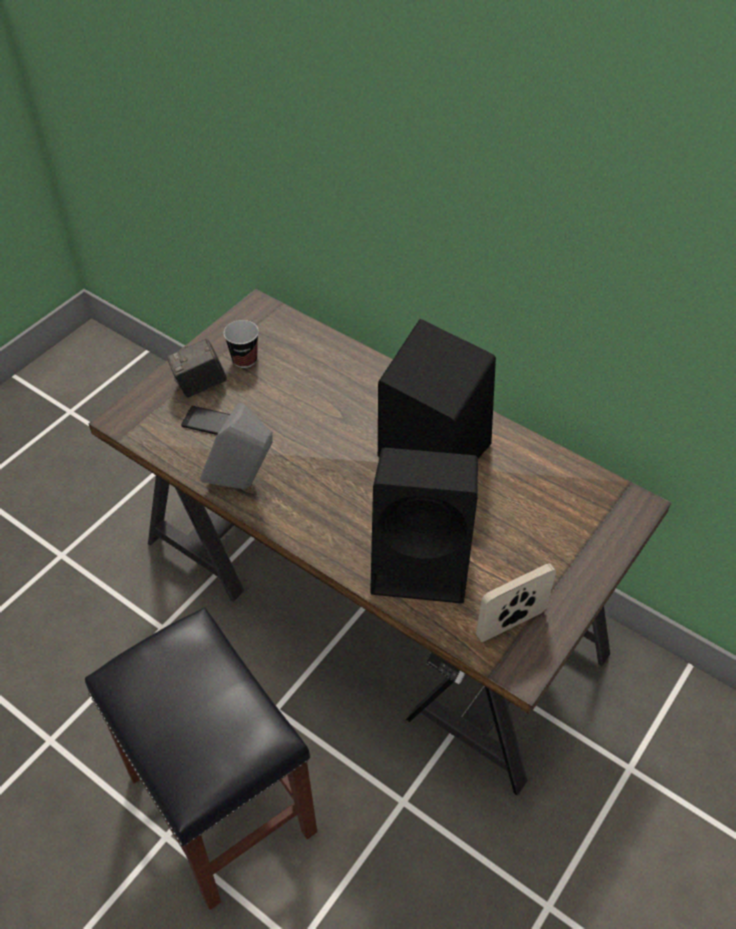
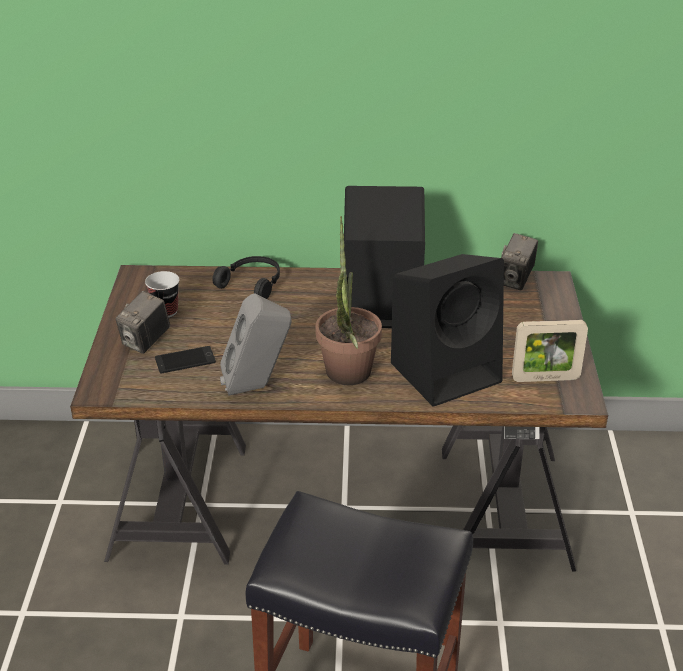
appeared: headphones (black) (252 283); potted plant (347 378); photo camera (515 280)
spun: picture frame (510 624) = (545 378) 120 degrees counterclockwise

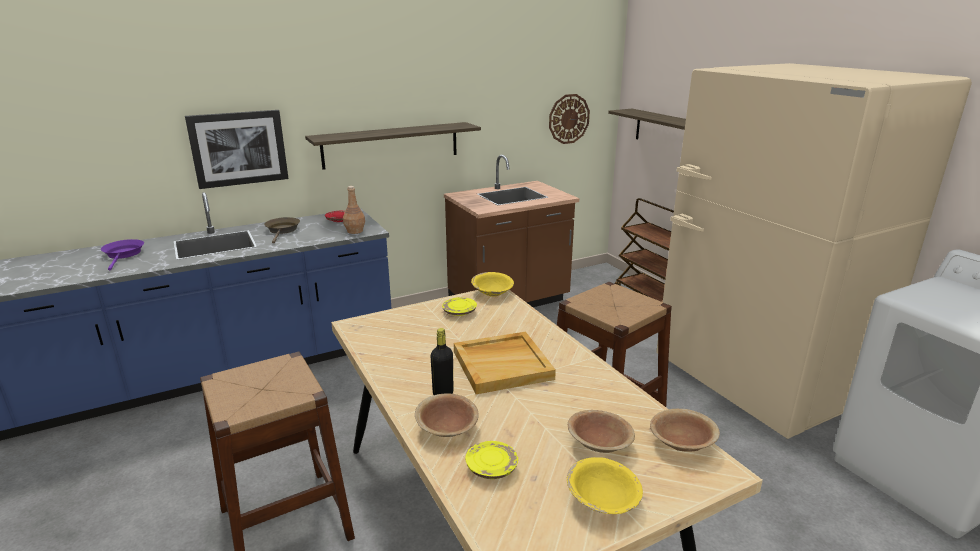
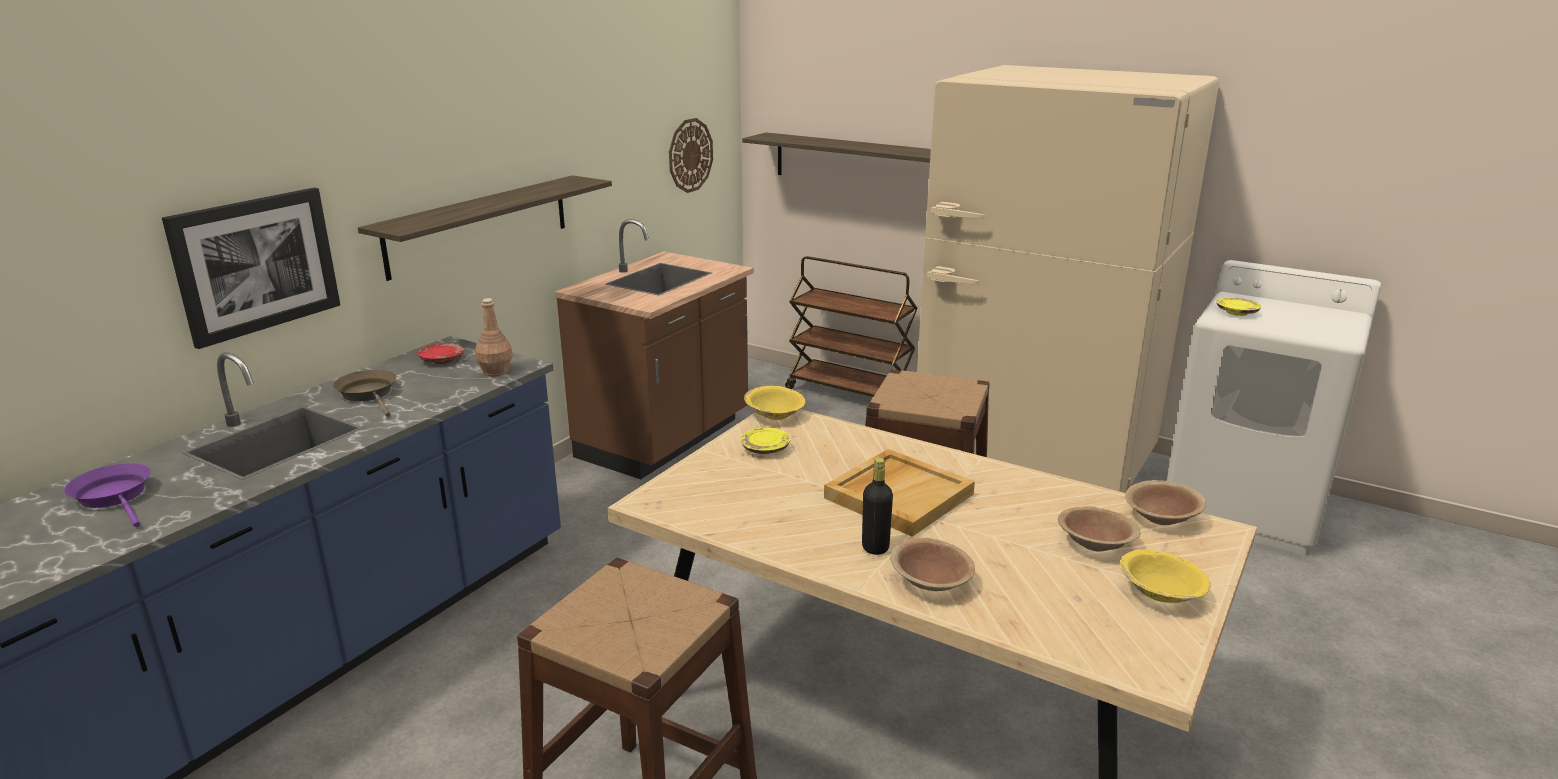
relocated: plate (yellow) (491 467) to (1236 312)

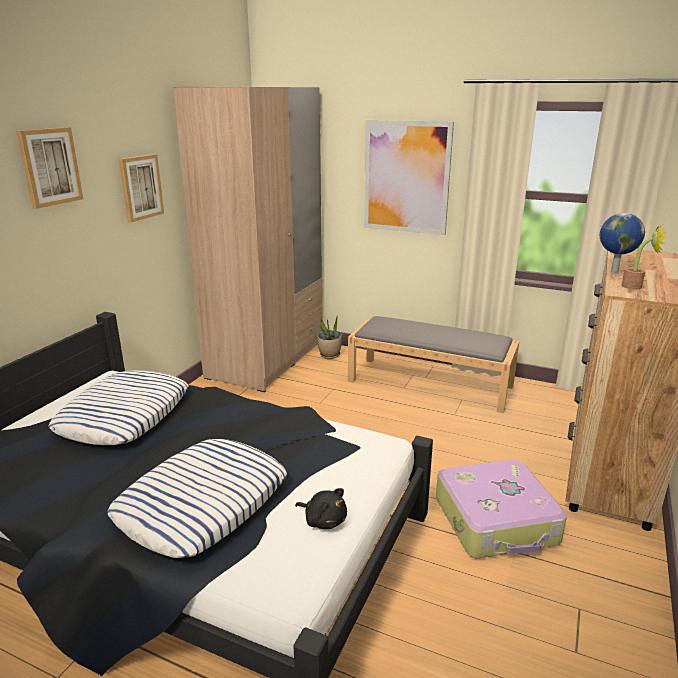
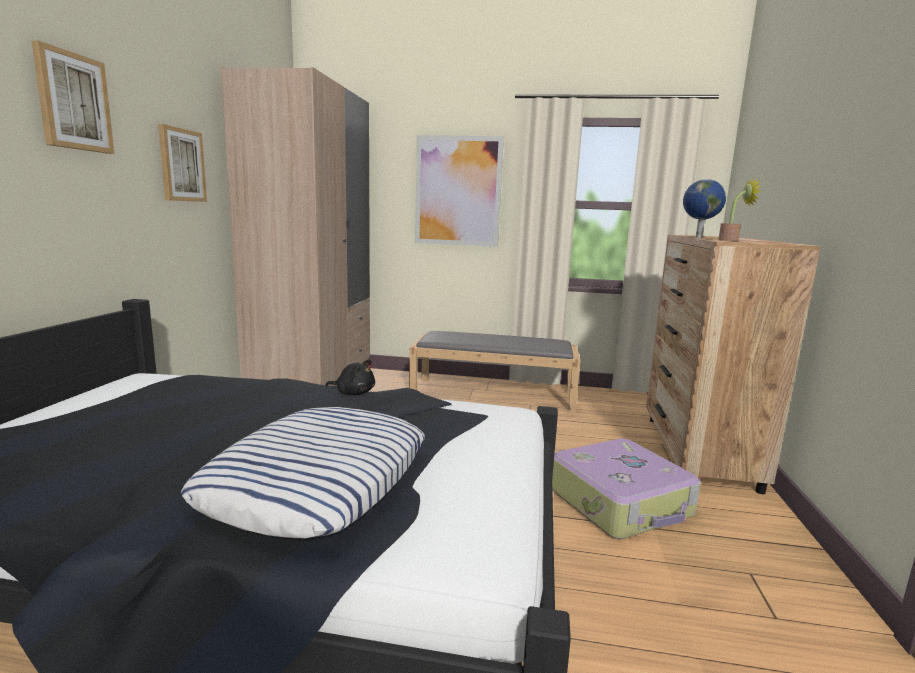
missing: pillow (124 415); potted plant (329 355)
relocated: plush toy (black) (324 520) to (353 393)

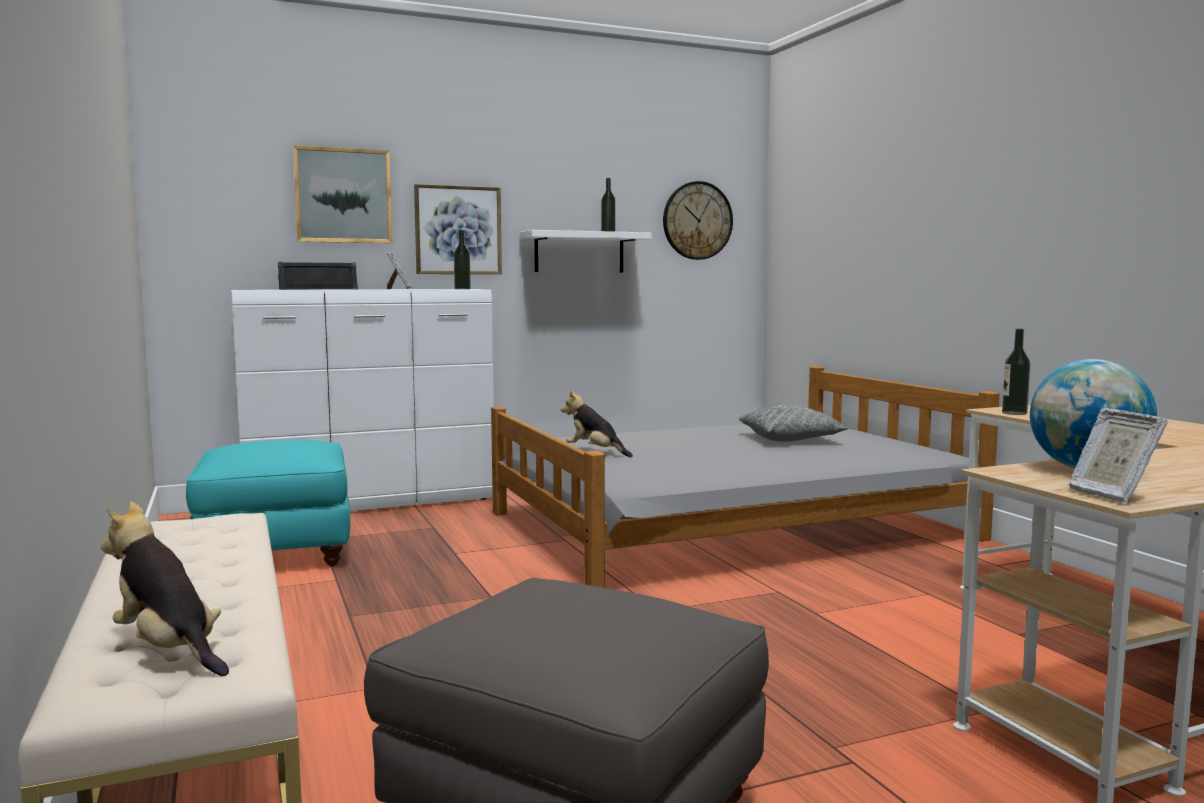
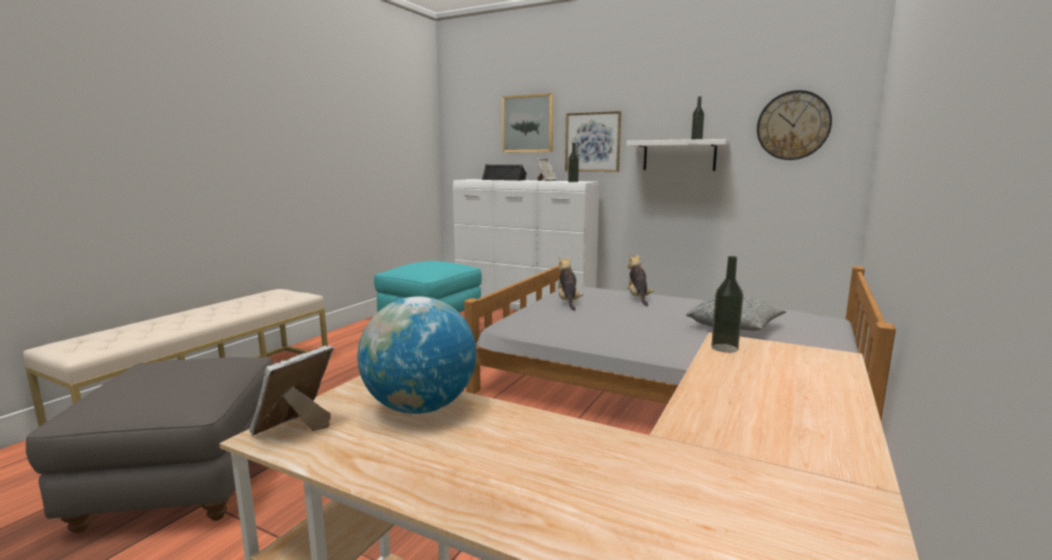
relocated: plush toy (169 650) to (638 298)

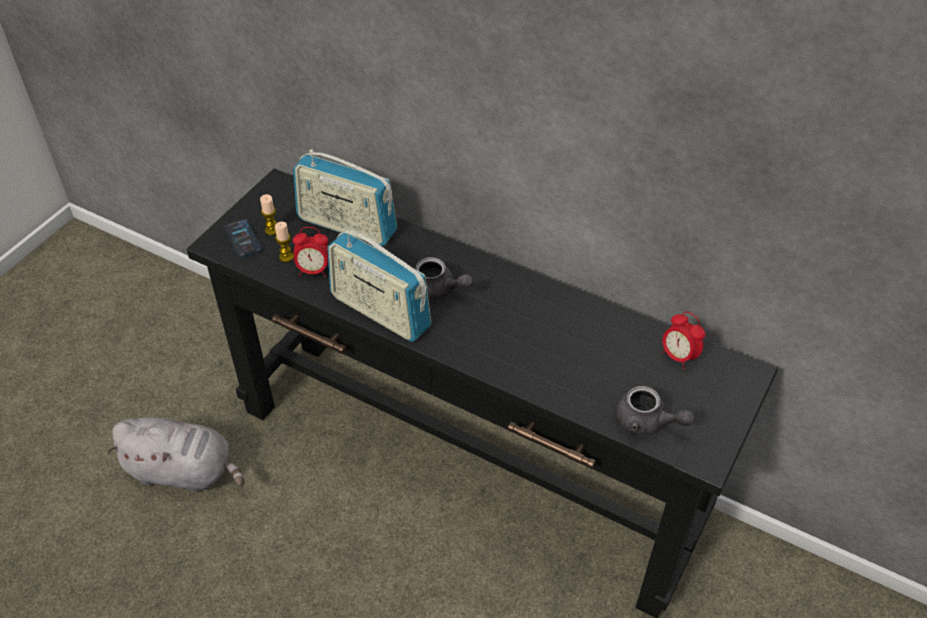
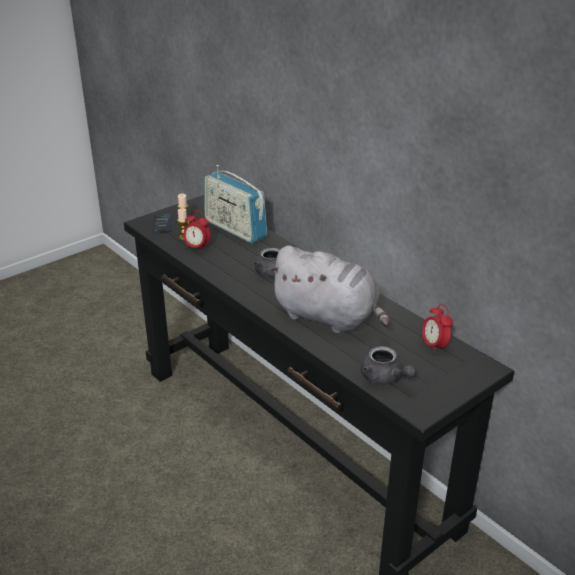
missing: radio (380 312)
relocated: plush toy (grey) (184 471) to (329 318)

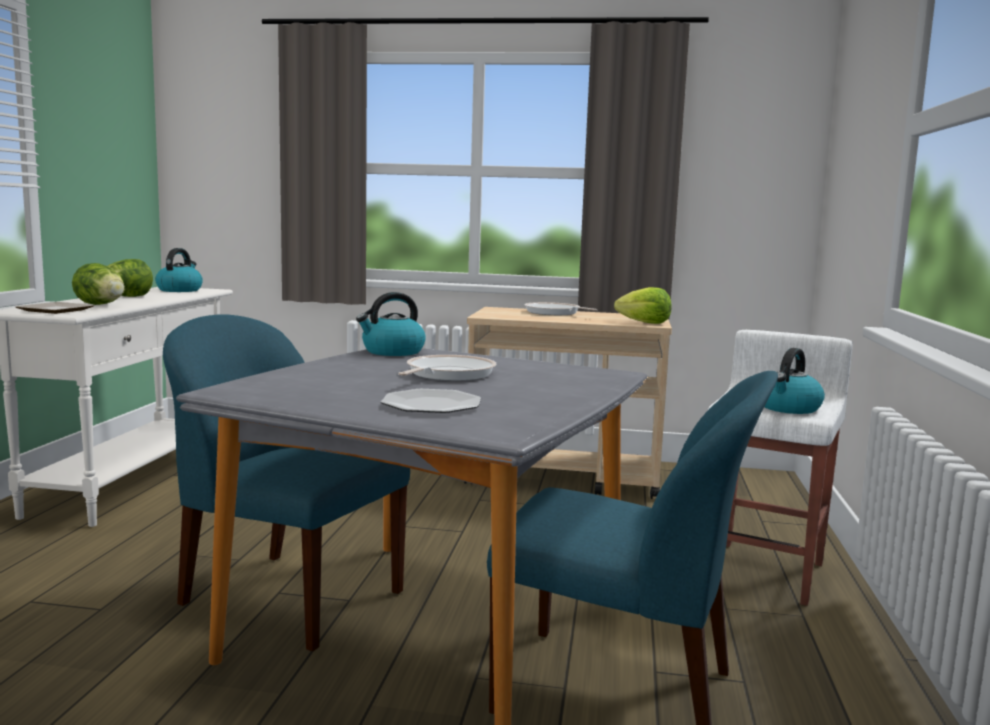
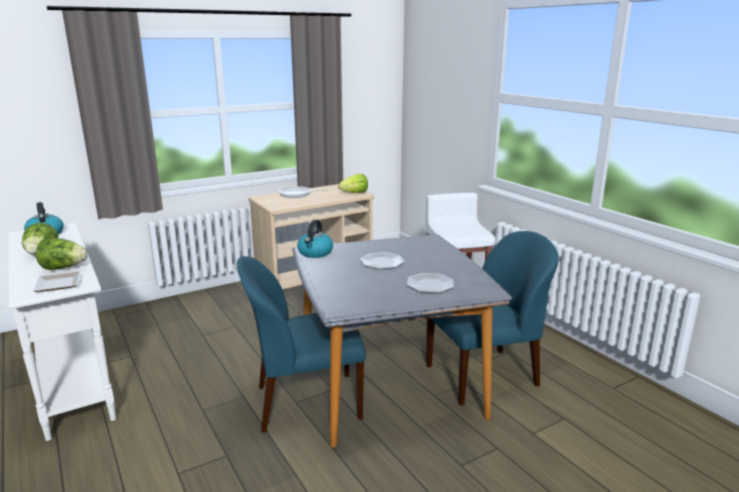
missing: kettle (788 408)
exchanged: frying pan (447 374) to plate (382 262)

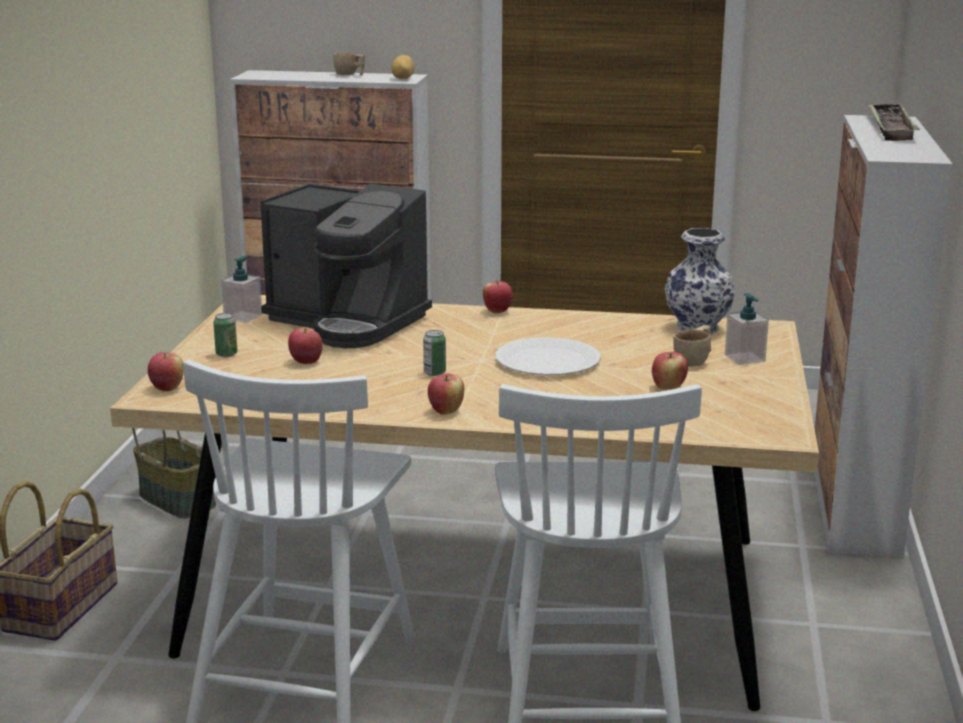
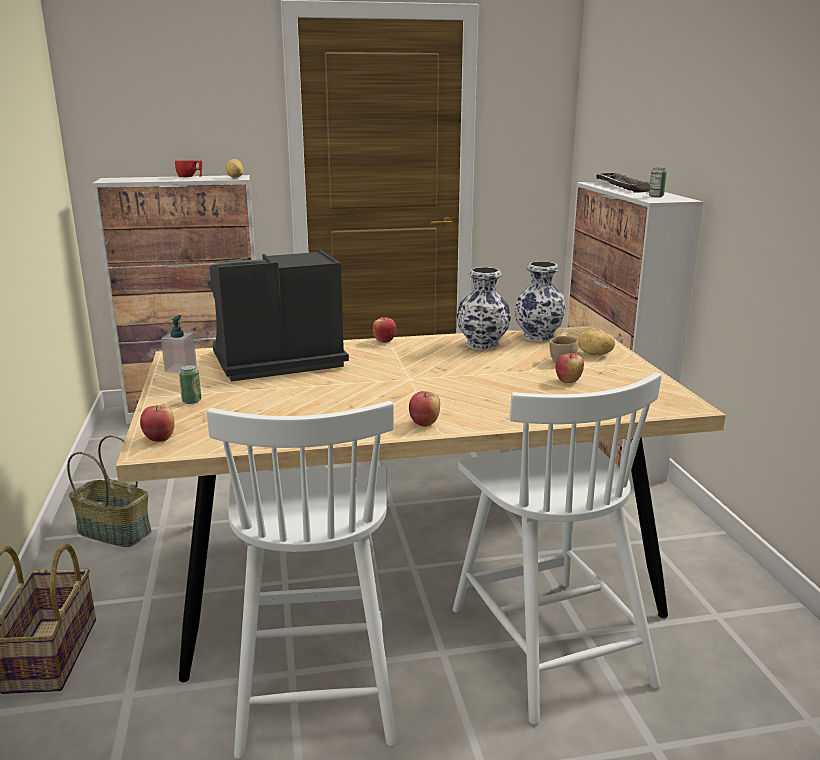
missing: apple (306 361); plate (white) (547 360)
appeared: vase (482 345)
relocated: can (434 373) to (656 196)
exchanged: soap dispenser (745 358) to potato (594 354)
colour: cup (beige) (350 75) to cup (red) (190 177)
spun: coffee machine (348 322) = (274 362) 150 degrees clockwise

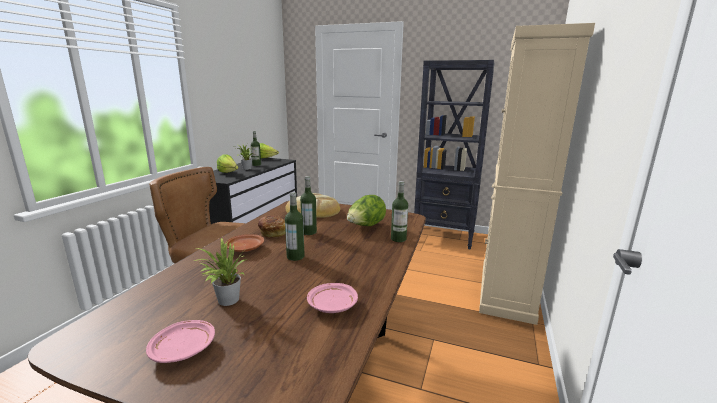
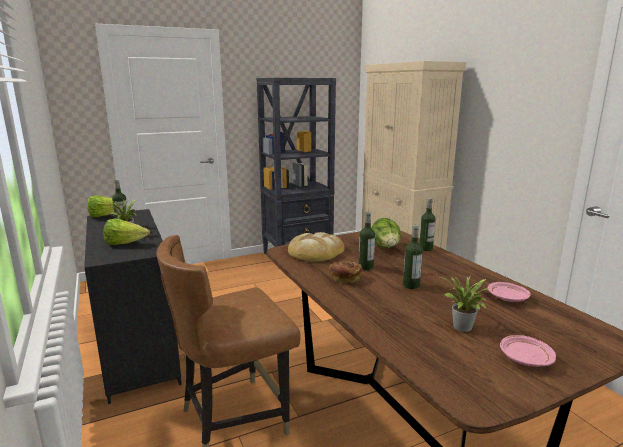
missing: plate (brown) (245 249)

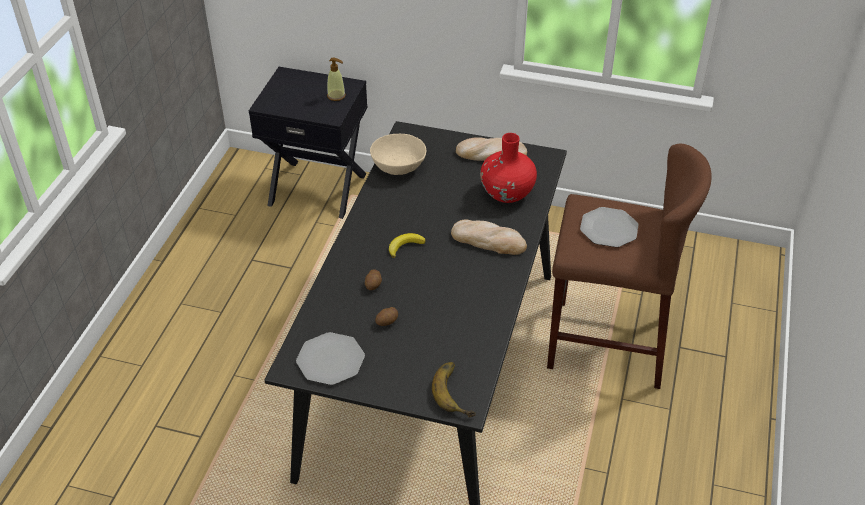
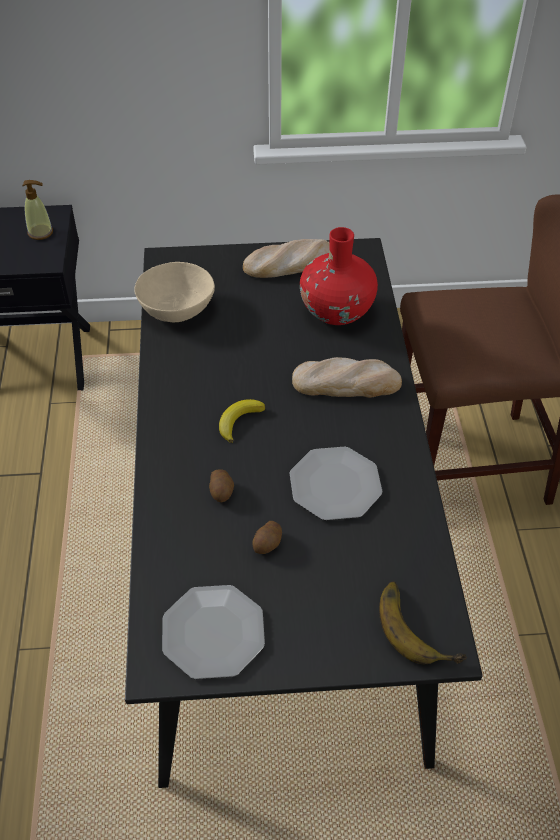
relocated: plate (608 229) to (335 485)

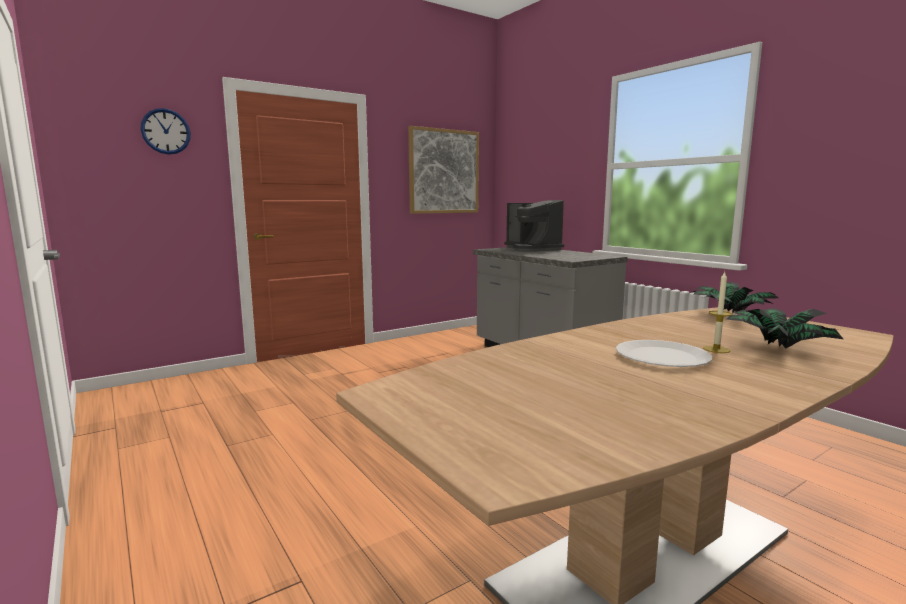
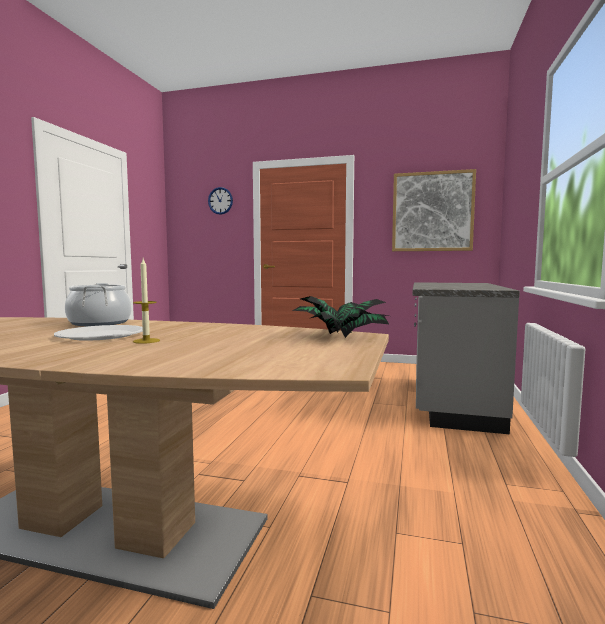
missing: coffee machine (532 249); potted plant (776 346)
appeared: cooking pot (100 323)

